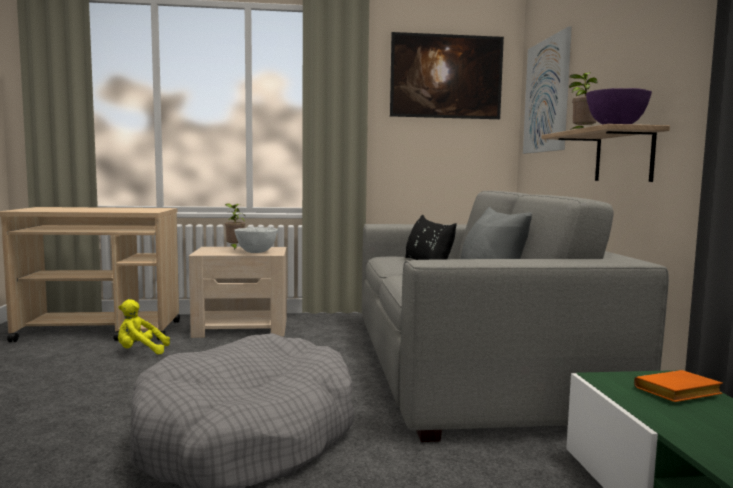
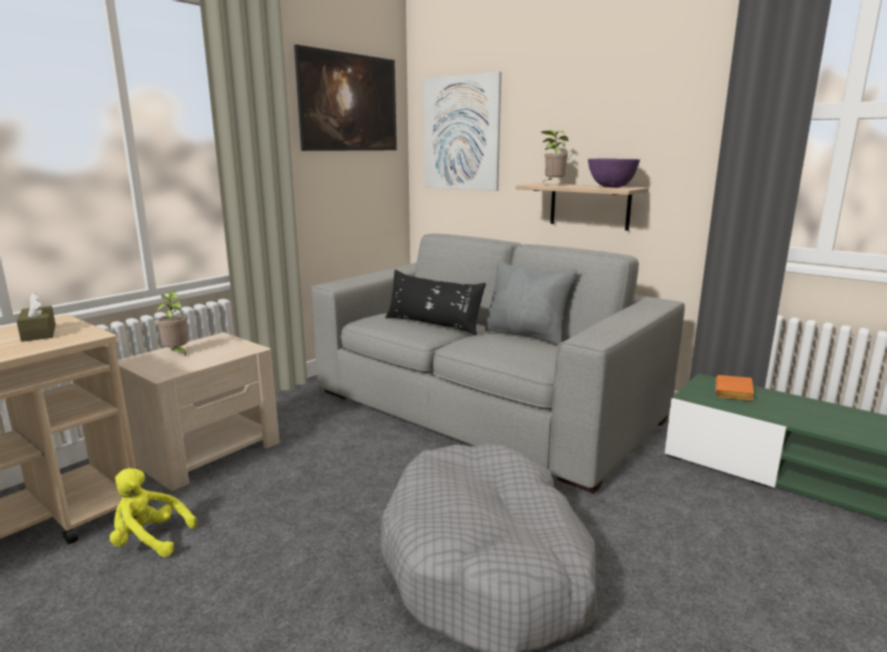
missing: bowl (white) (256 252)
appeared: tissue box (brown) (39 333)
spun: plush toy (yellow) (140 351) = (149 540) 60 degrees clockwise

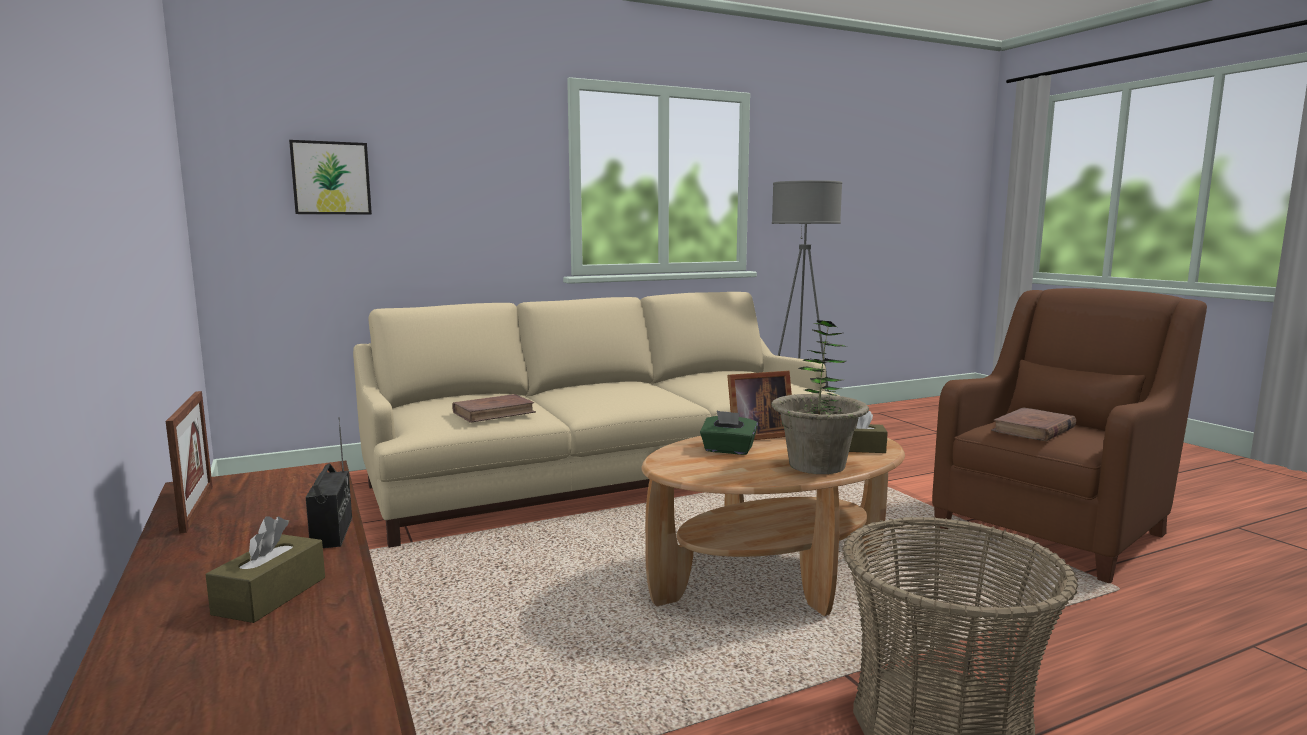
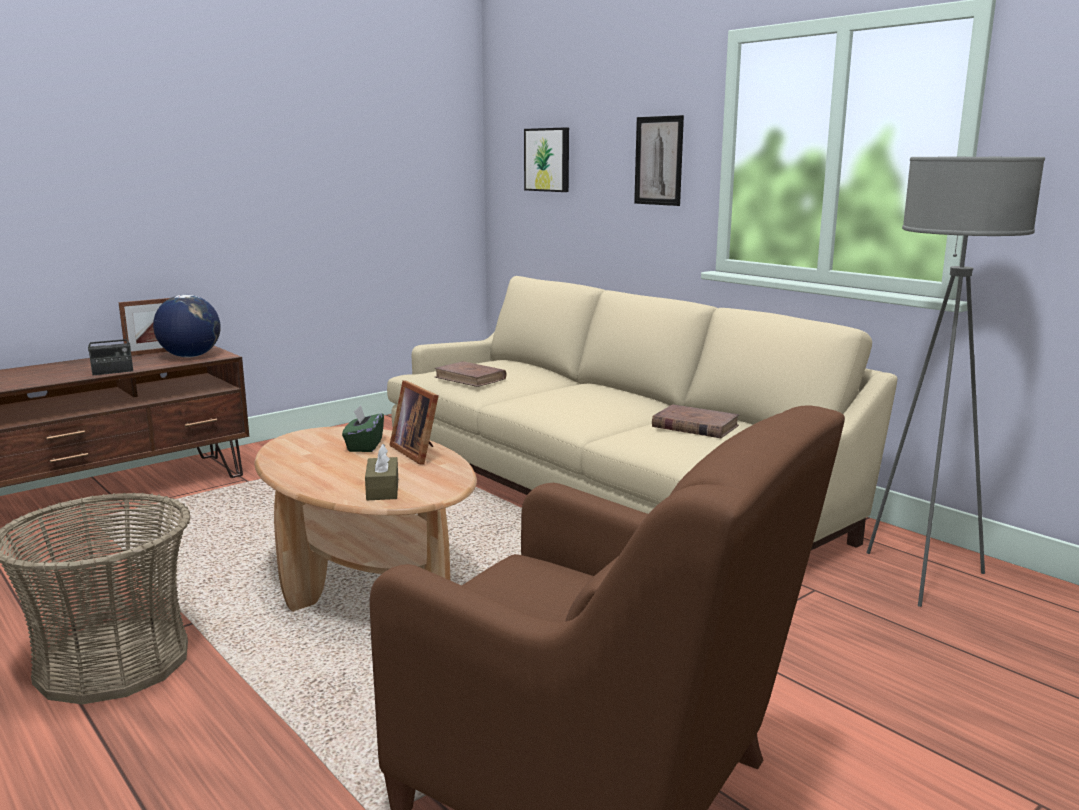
missing: tissue box (brown) (270 595); potted plant (817 465)
appeared: globe (190 356); picture (659 161)
relocated: book (brown) (1033 429) to (694 426)

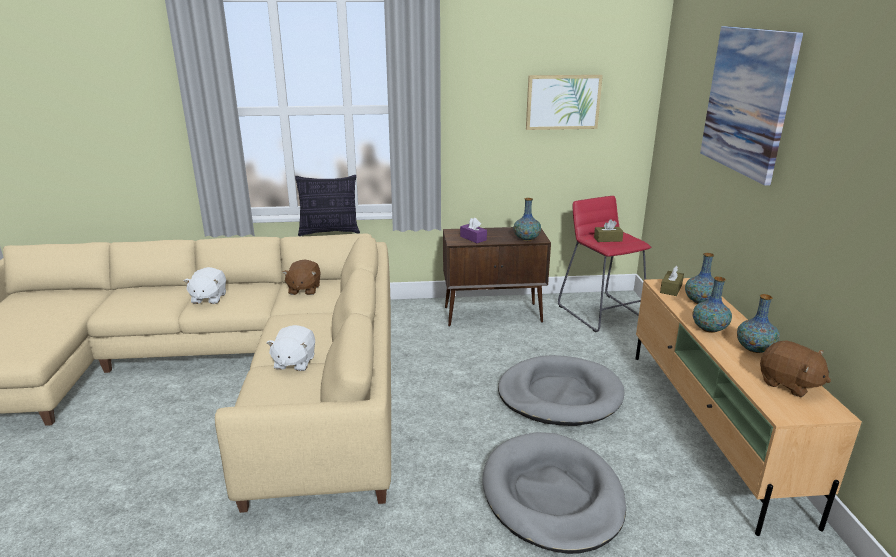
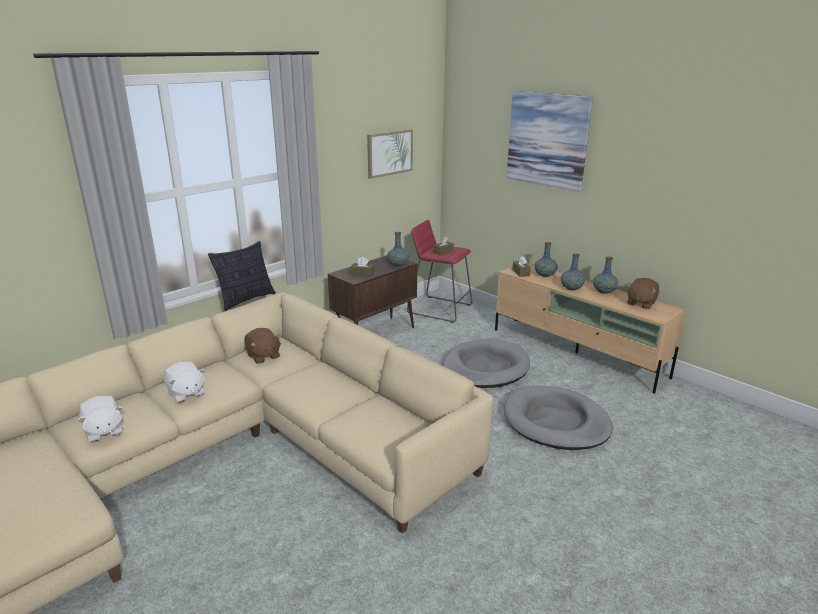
relocated: plush toy (white) (294 362) to (103 431)
colour: tissue box (purple) (473 238) to tissue box (brown) (362 274)
spun: plush toy (brown) (788 384) = (640 303) 120 degrees clockwise

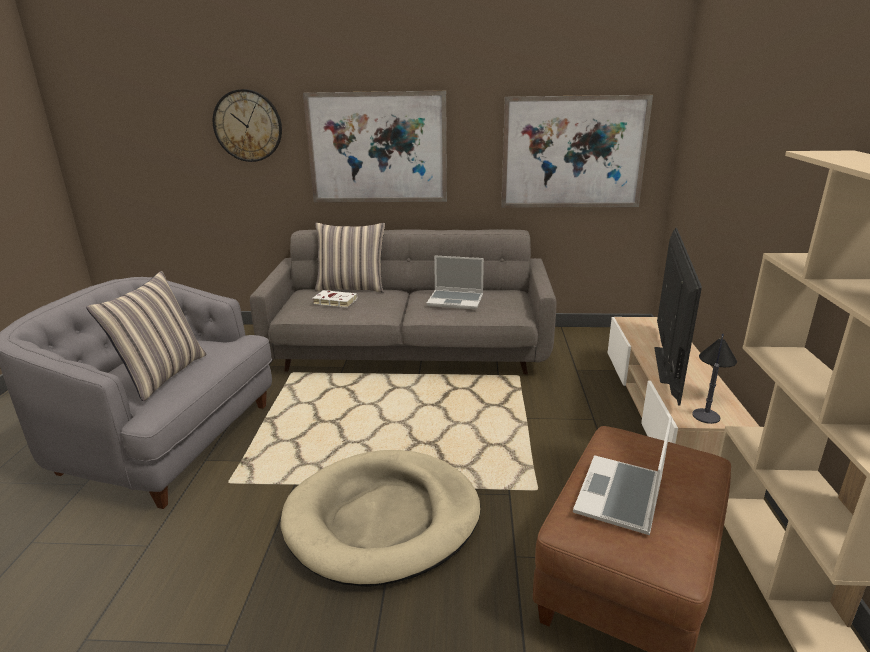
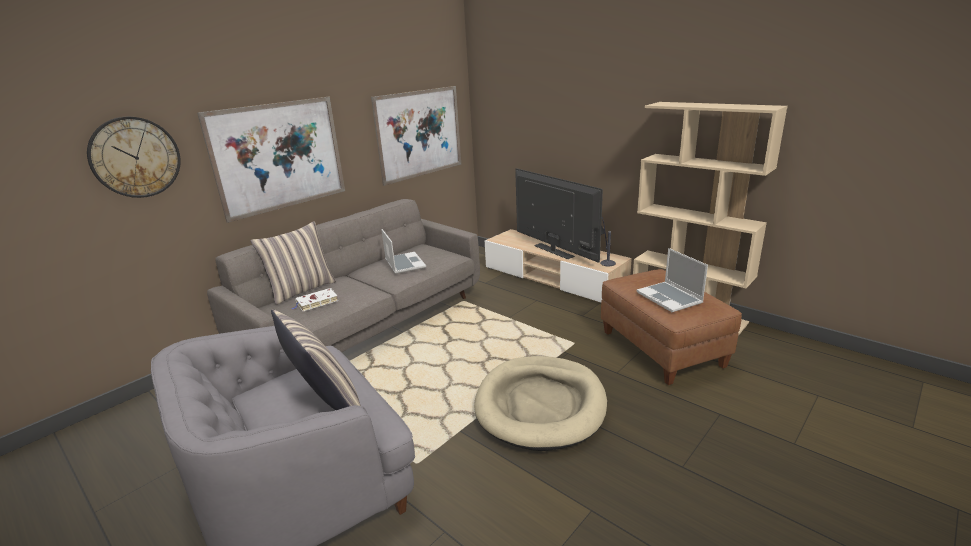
spun: laptop (456 300) = (404 264) 75 degrees counterclockwise

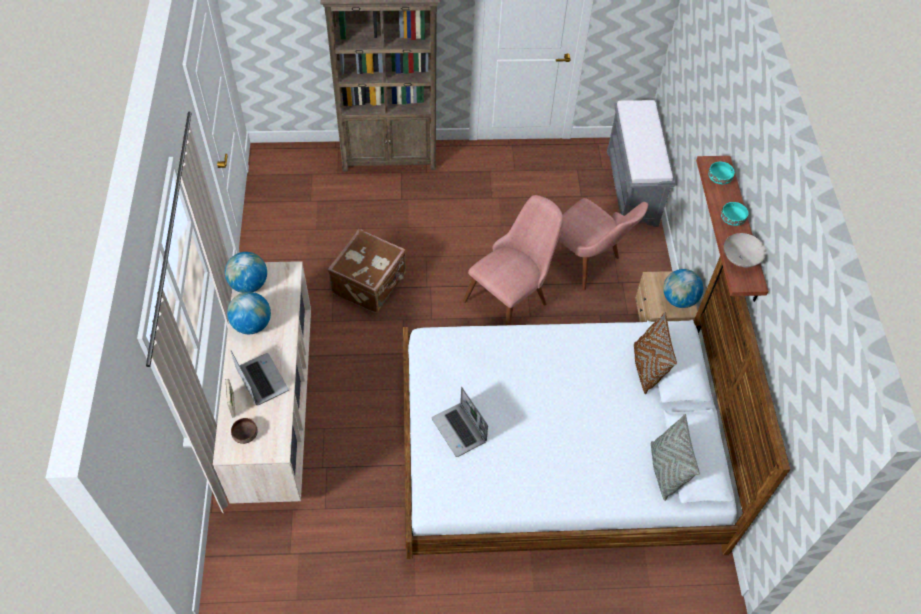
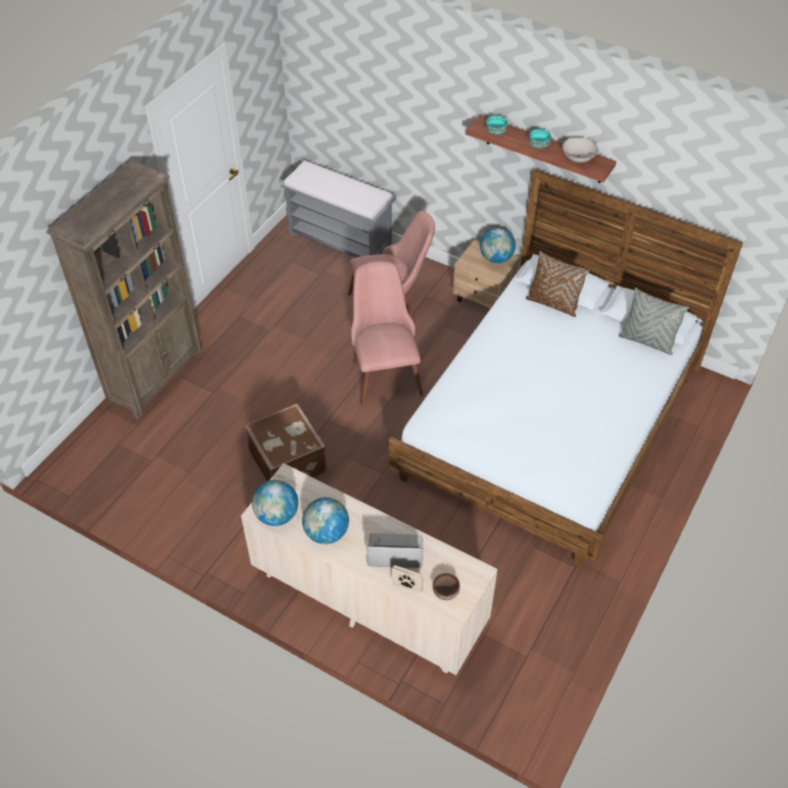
missing: laptop (460 430)

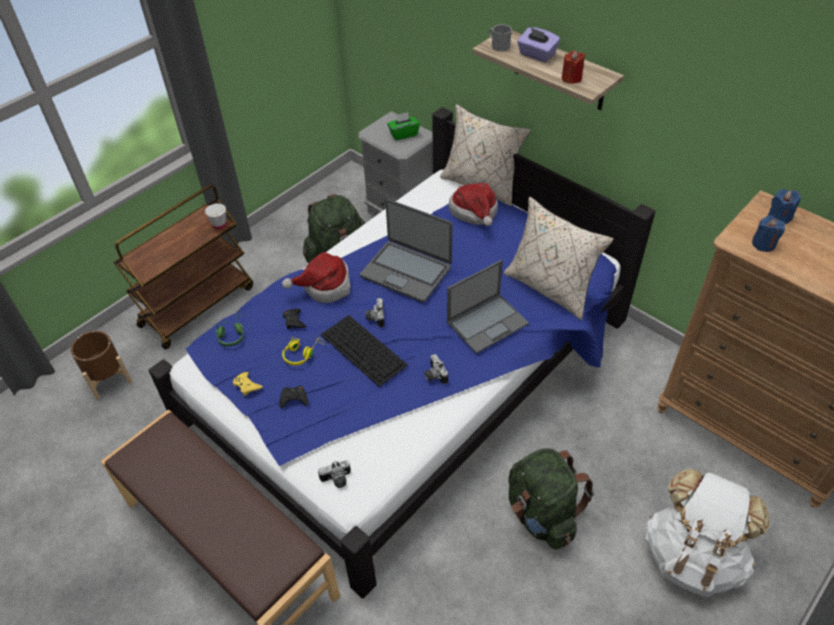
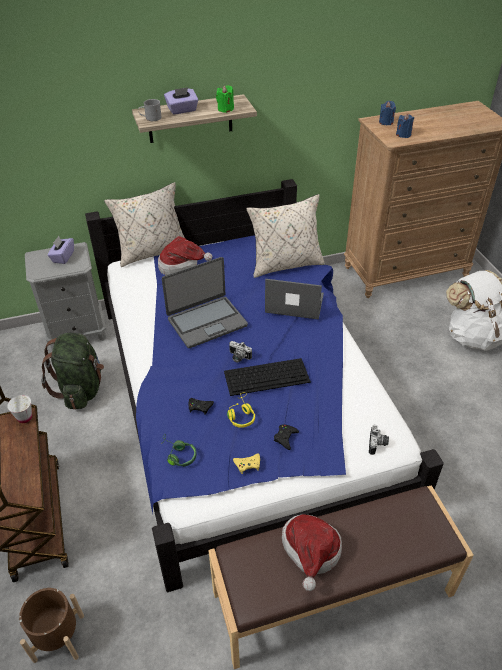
missing: photo camera (434 375); backpack (green) (541 514)
relocated: hat (324 287) to (311 553)
colour: tissue box (green) (403 134) to tissue box (purple) (63 257); candle (red) (571 78) to candle (green) (225 109)
spun: laptop (488 322) = (293 303) 75 degrees counterclockwise

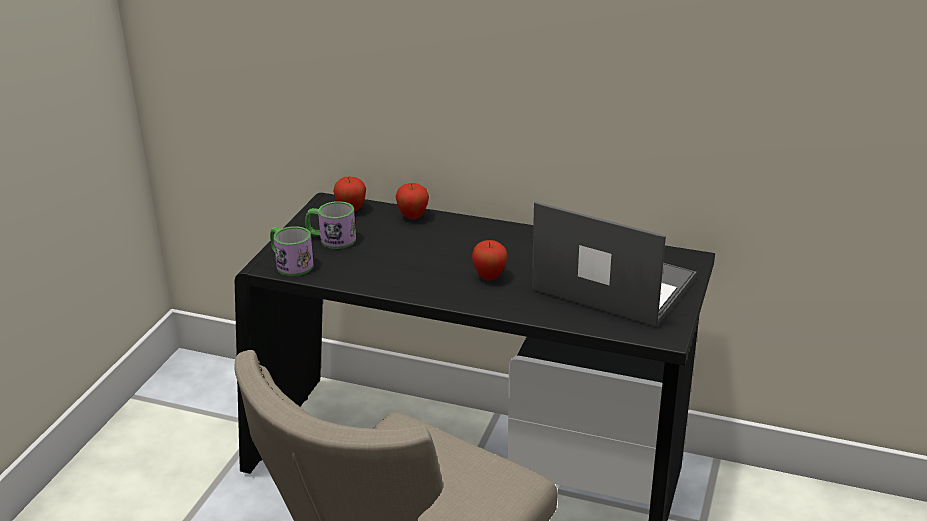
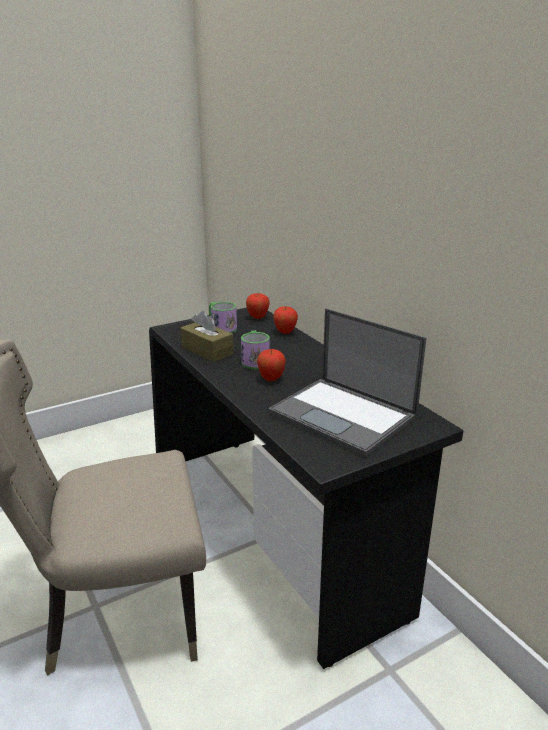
appeared: tissue box (brown) (207 350)
relocated: mug (290 264) to (255 360)
spun: laptop (611 284) = (344 416) 150 degrees clockwise

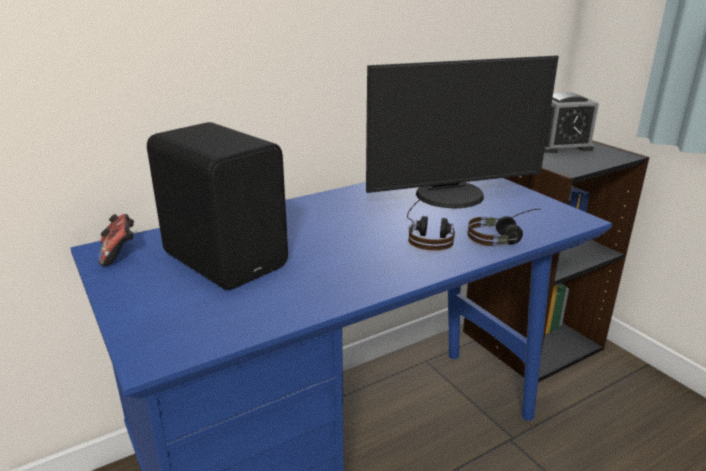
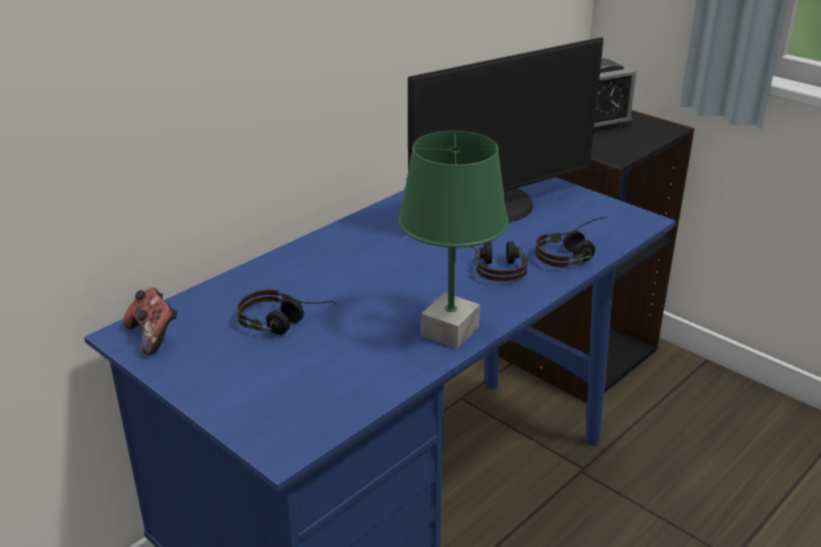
appeared: table lamp (green) (450 331)
exchanged: speaker (black) (227 259) to headphones (286 324)

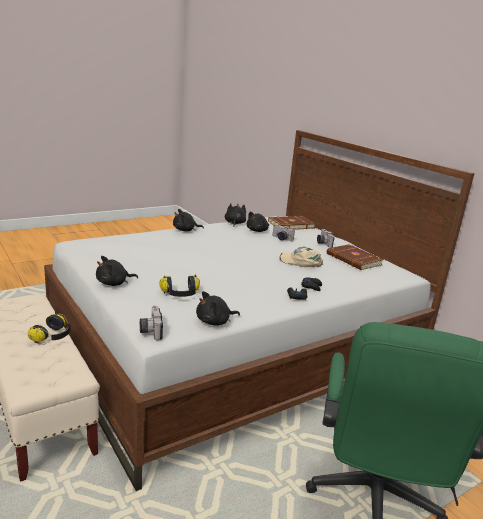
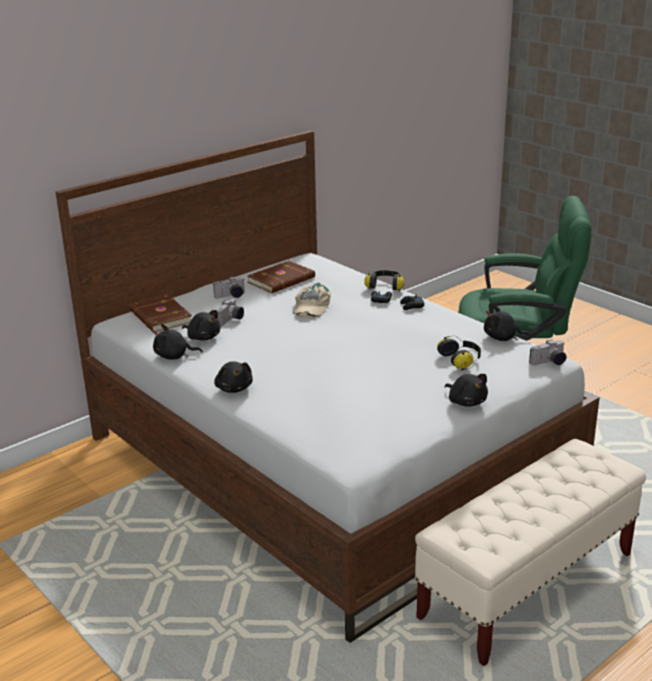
relocated: headphones (53 337) to (385 286)
spun: plush toy (black) (215 322) = (502 338) 135 degrees clockwise

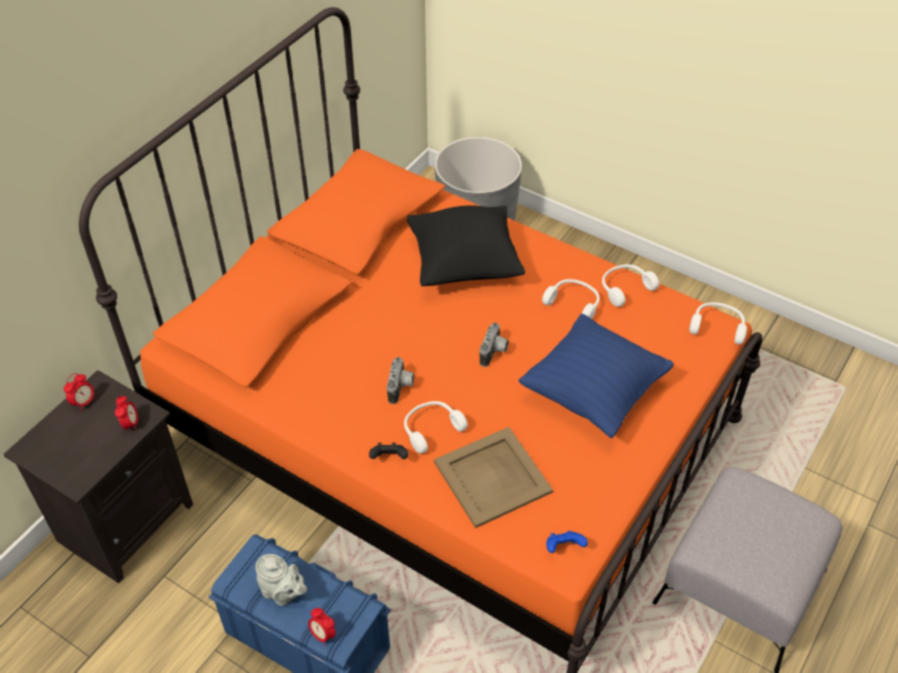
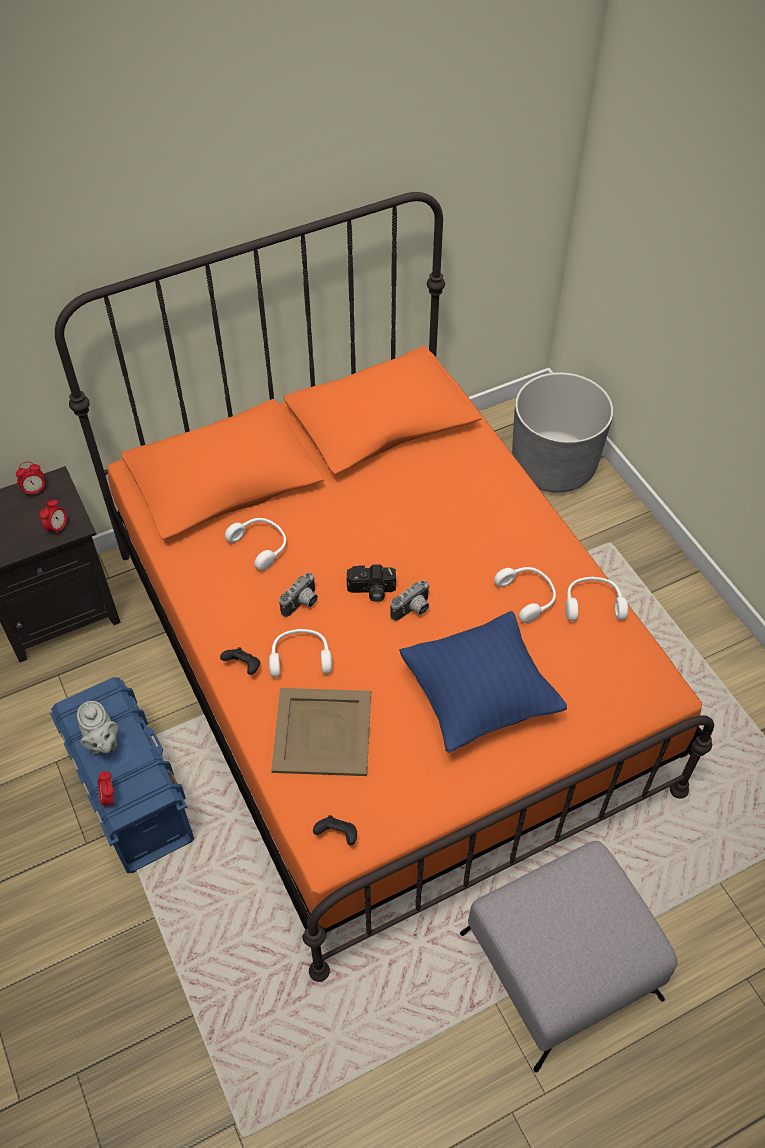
missing: pillow (black) (464 265)
appeared: photo camera (371 591)
relocated: headphones (white) (717 327) to (261 546)
colour: game controller (blue) (564 548) to game controller (black) (337 835)

